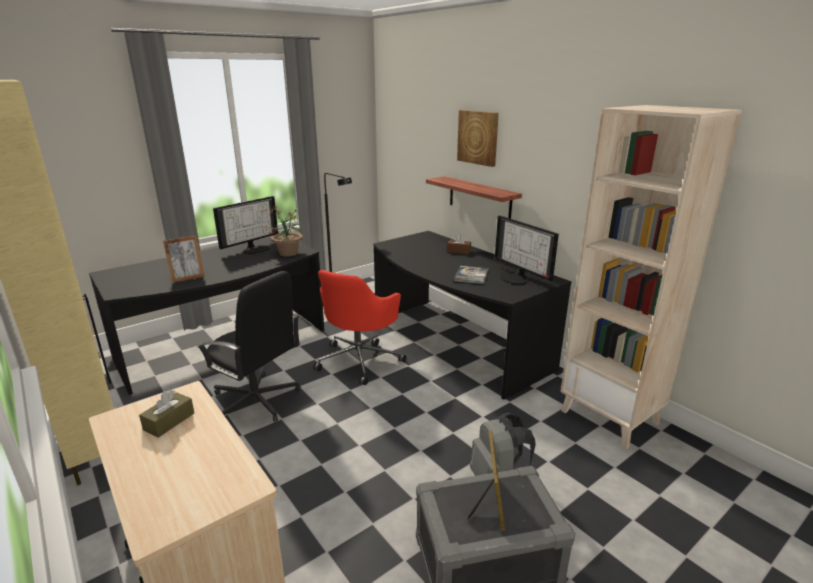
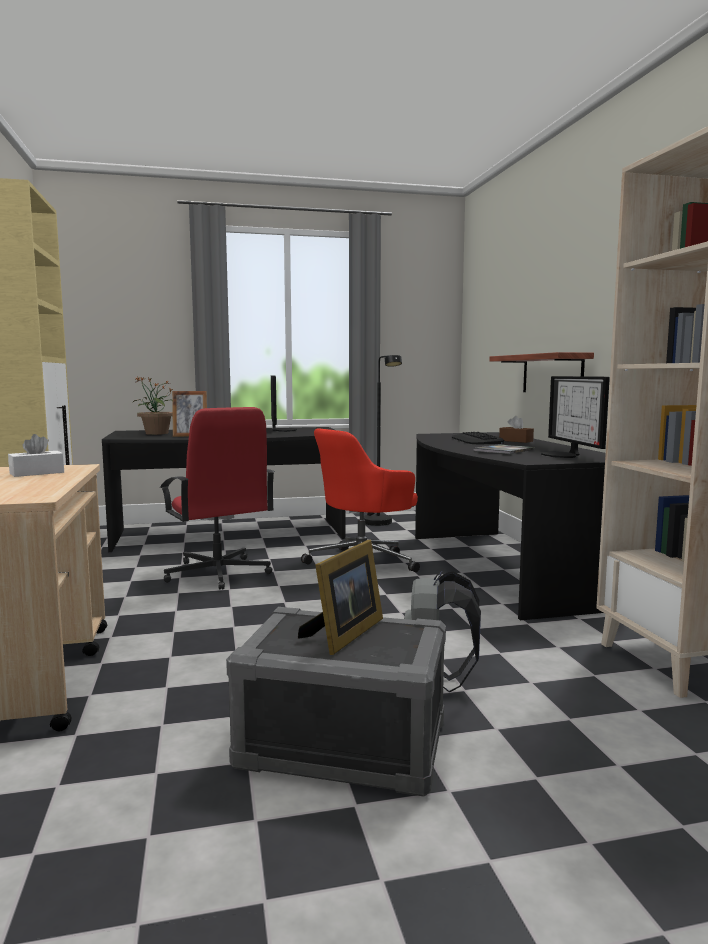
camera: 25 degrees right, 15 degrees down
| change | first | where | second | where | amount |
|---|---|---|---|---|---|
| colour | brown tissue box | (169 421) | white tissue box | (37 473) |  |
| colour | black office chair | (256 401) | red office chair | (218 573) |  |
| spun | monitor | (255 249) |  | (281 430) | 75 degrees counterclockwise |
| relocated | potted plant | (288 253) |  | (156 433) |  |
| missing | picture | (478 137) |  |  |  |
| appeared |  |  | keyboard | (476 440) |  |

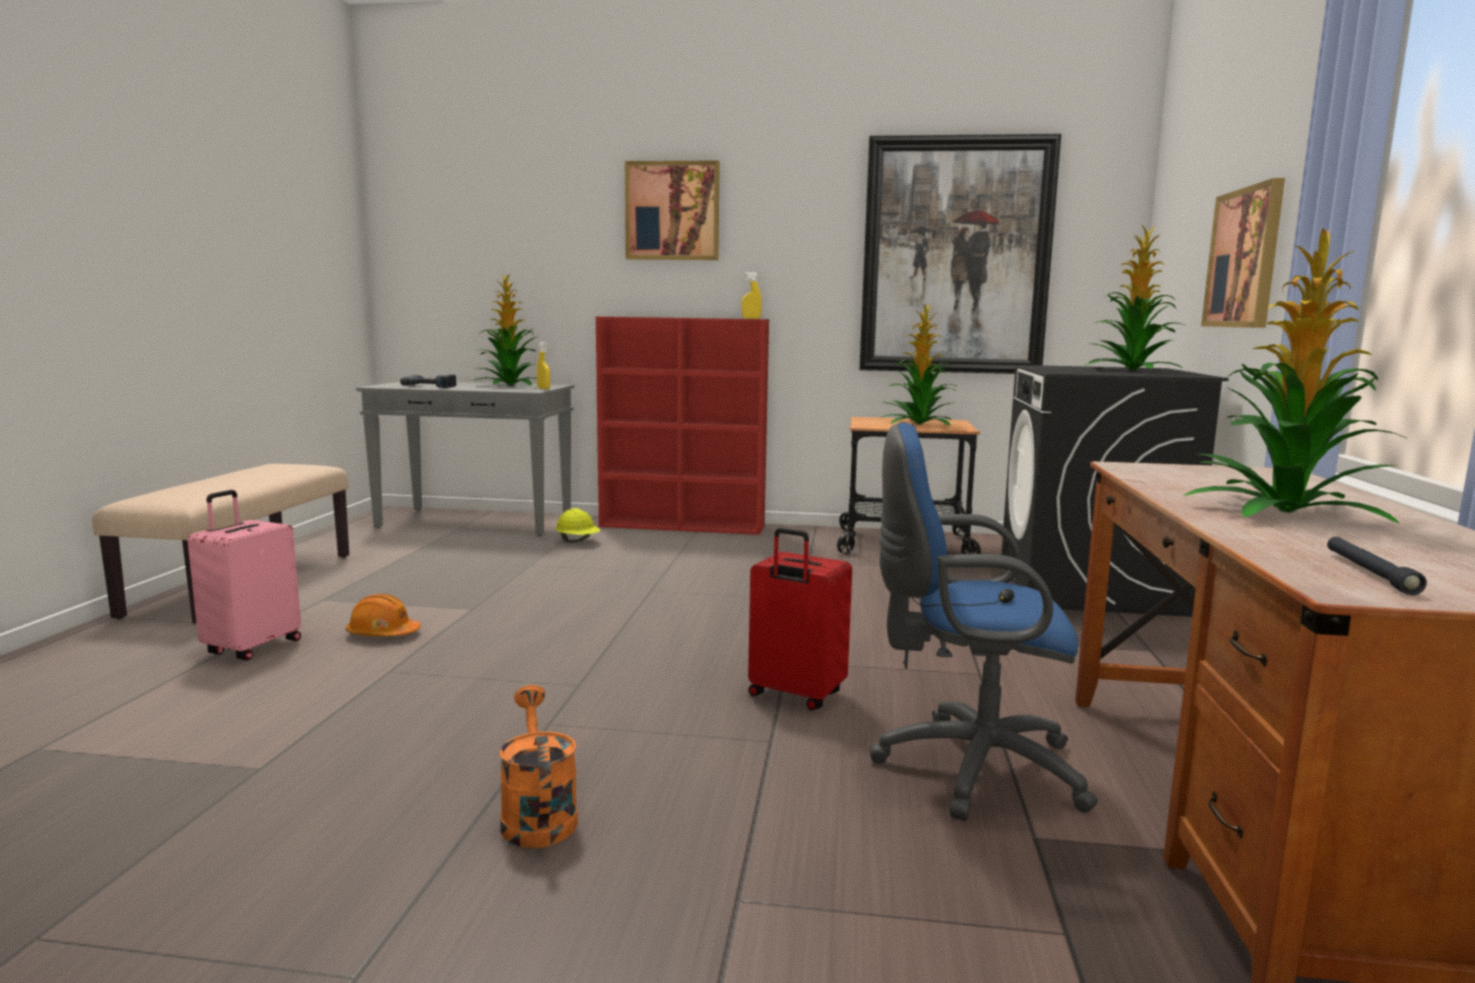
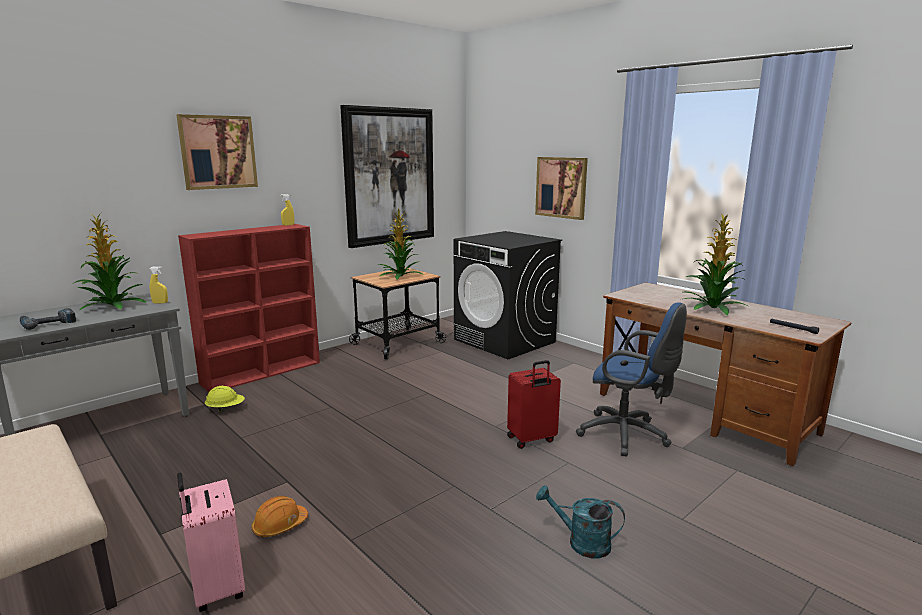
camera: 50 degrees left, 5 degrees up
| change | first | where | second | where | amount |
|---|---|---|---|---|---|
| colour | orange watering can | (537 815) | turquoise watering can | (581 543) |  |
| spun | blue office chair | (968 767) |  | (627 435) | 105 degrees counterclockwise |
| missing | potted plant | (1132 370) |  |  |  |

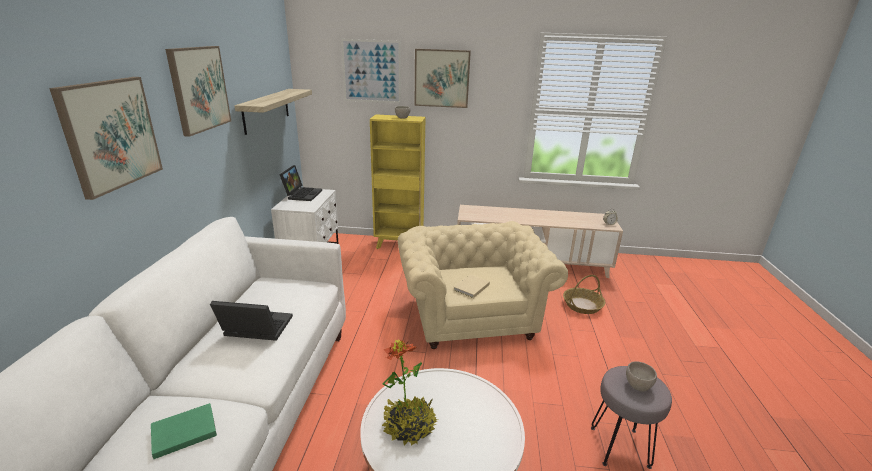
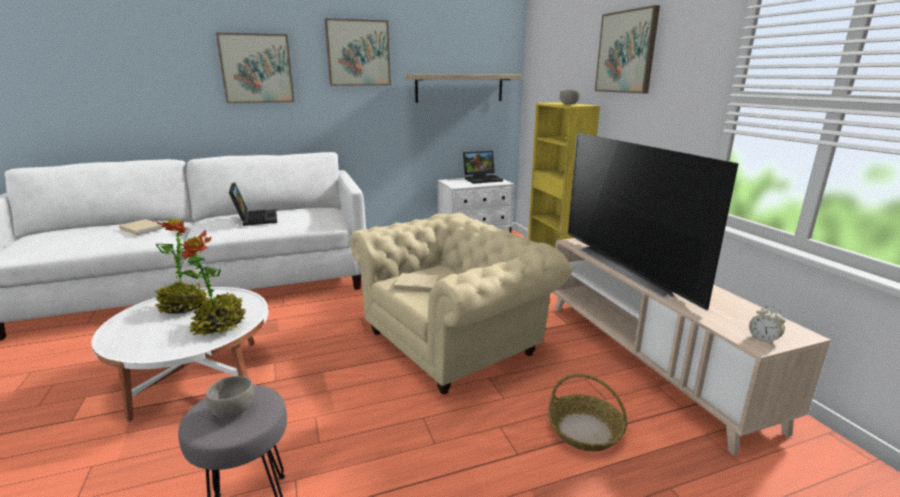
camera: 65 degrees right, 5 degrees down
| change | first | where | second | where | amount |
|---|---|---|---|---|---|
| colour | green book | (182 432) | beige book | (141 228) |  |
| missing | picture | (371 71) |  |  |  |
| appeared |  |  | potted plant | (219 325) |  |
| appeared |  |  | television | (630 268) |  |

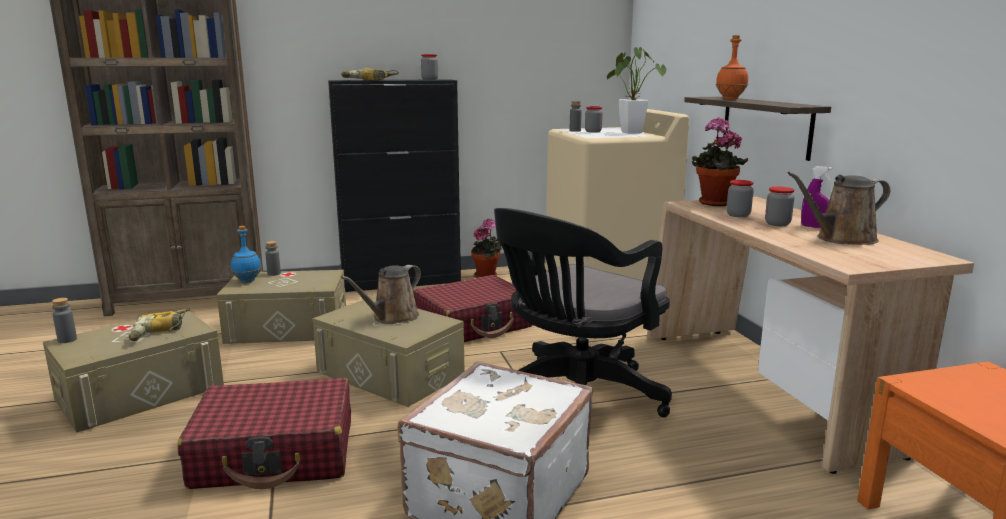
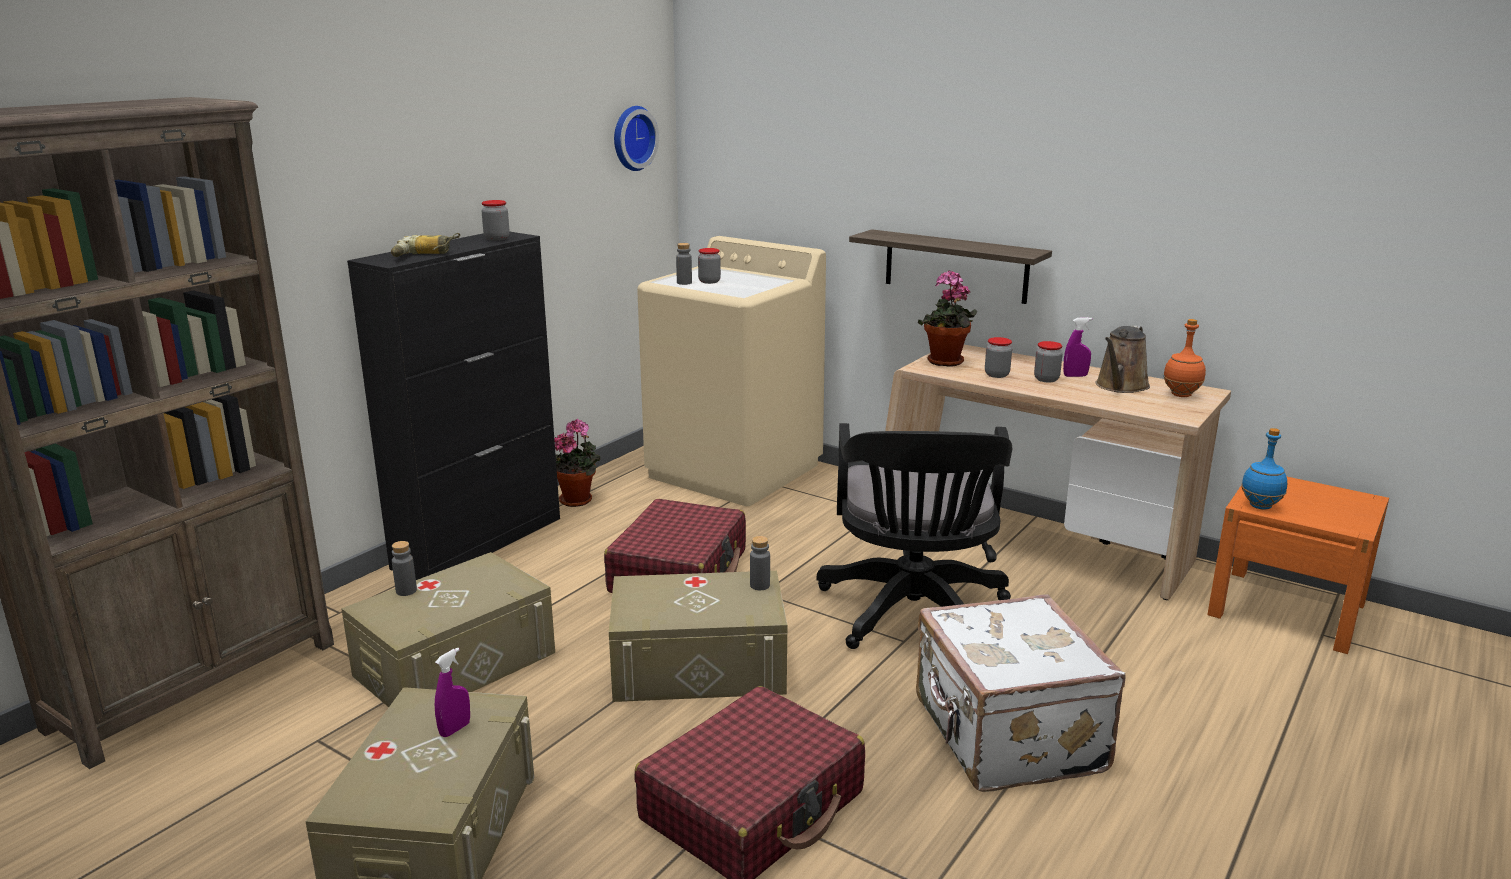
camera: 40 degrees left, 5 degrees up
| change | first | where | second | where | amount |
|---|---|---|---|---|---|
| relocated | grey bottle | (67 340) |  | (760 585) |  |
| exchanged | power drill | (160 331) | purple spray bottle | (455 729) |  |
| relocated | blue bottle | (247 281) |  | (1259 506) |  |
| missing | brown watering can | (392 317) |  |  |  |
| missing | potted plant | (629 132) |  |  |  |
| relocated | orange bottle | (730 99) |  | (1181 395) |  |
| appeared |  |  | wall clock | (631 138) |  |

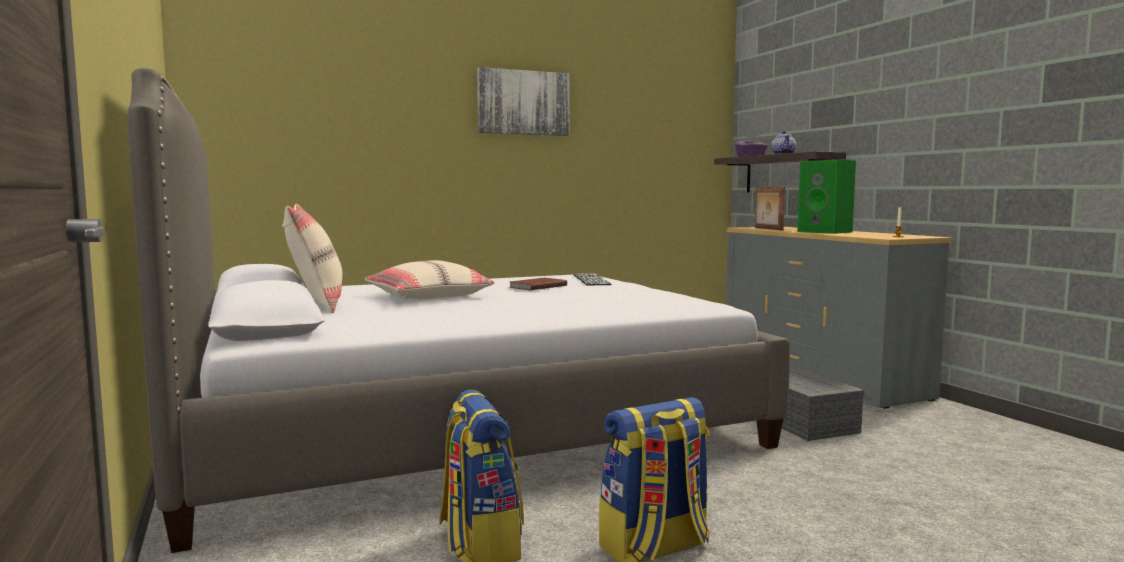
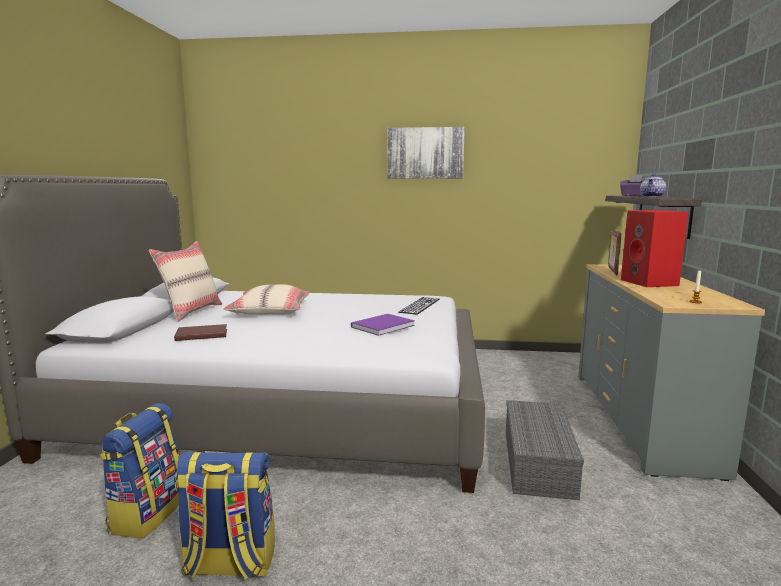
camera: 30 degrees right, 5 degrees up
| change | first | where | second | where | amount |
|---|---|---|---|---|---|
| relocated | brown book | (536 286) |  | (201 334) |  |
| colour | green speaker | (826 232) | red speaker | (650 283) |  |
| appeared |  |  | purple book | (380 326) |  |

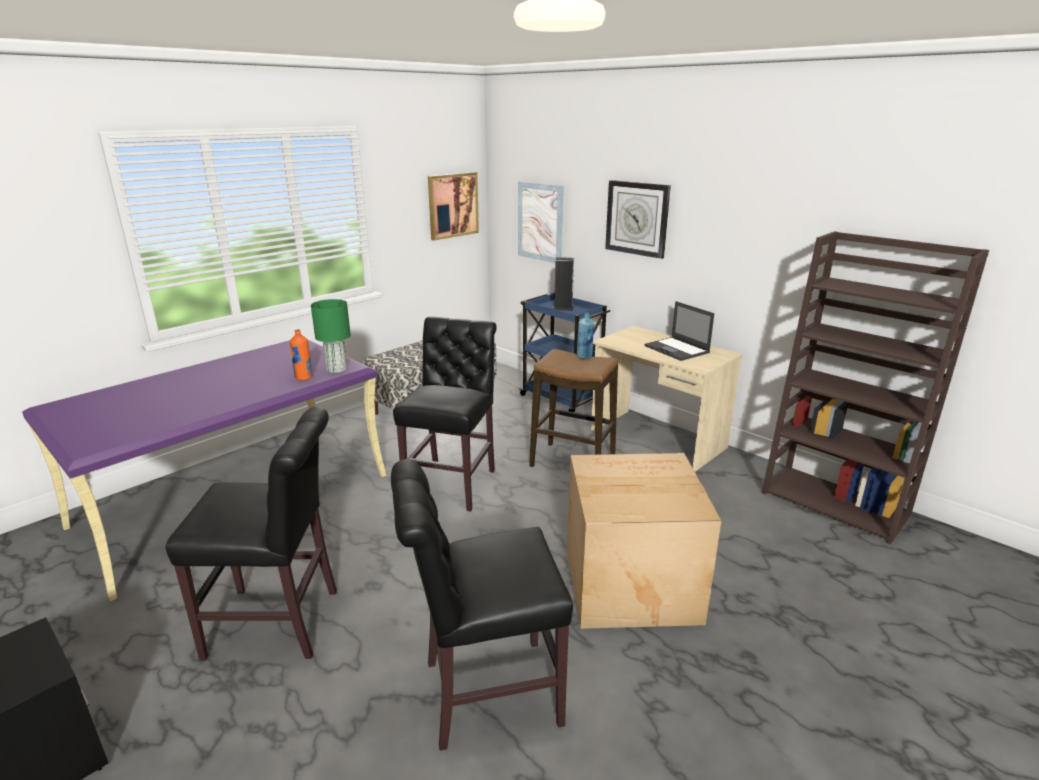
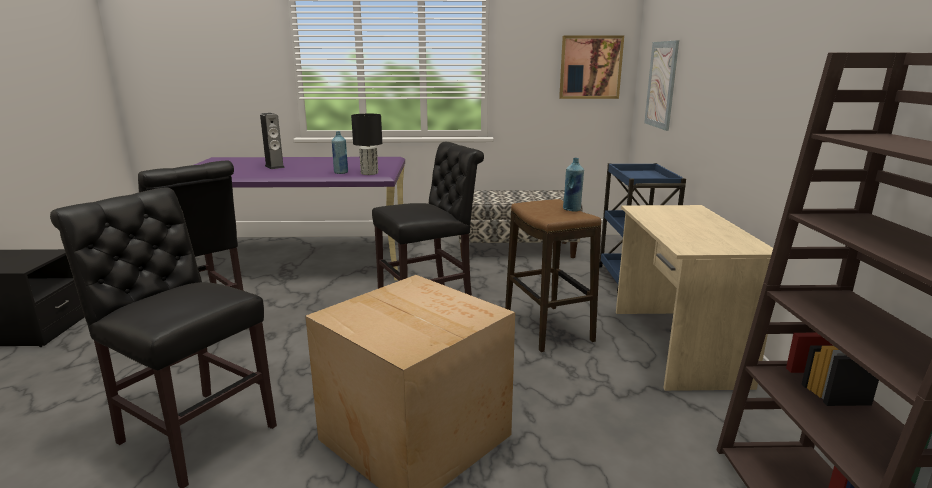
camera: 45 degrees right, 5 degrees down
| change | first | where | second | where | amount |
|---|---|---|---|---|---|
| colour | orange bottle | (303 378) | blue bottle | (341 172) |  |
| colour | green table lamp | (337 369) | black table lamp | (369 173) |  |
| relocated | speaker | (563 308) |  | (274 166) |  |
| missing | wall clock | (637 218) |  |  |  |
| missing | laptop | (677 349) |  |  |  |

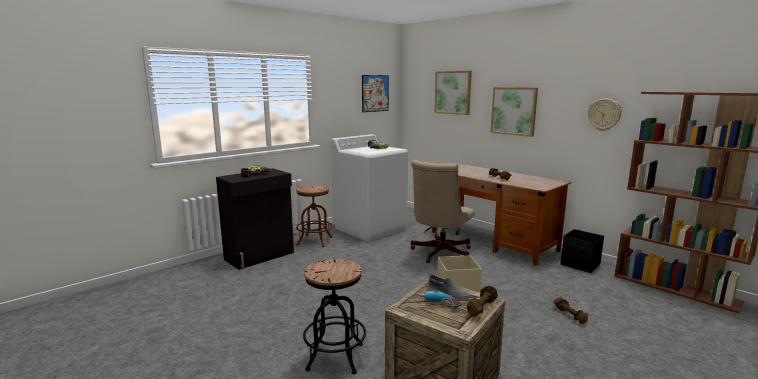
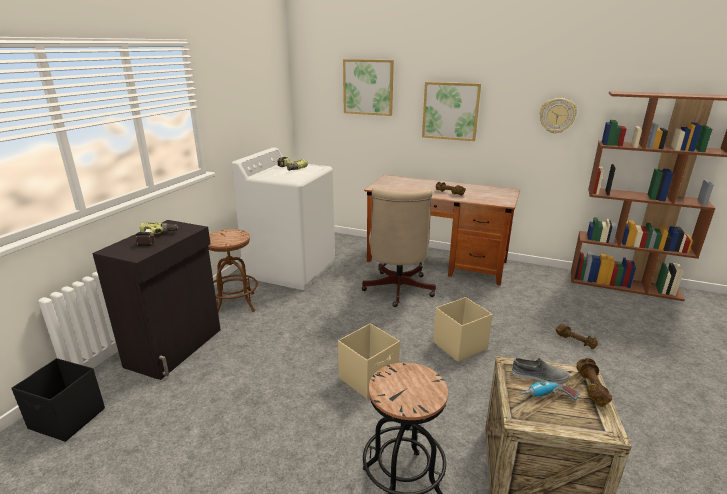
camera: 25 degrees left, 10 degrees up
| change | first | where | second | where | amount |
|---|---|---|---|---|---|
| missing | picture | (375 93) |  |  |  |
| relocated | black storage box | (580 265) |  | (67 419) |  |
| appeared |  |  | beige storage box | (369 378) |  |

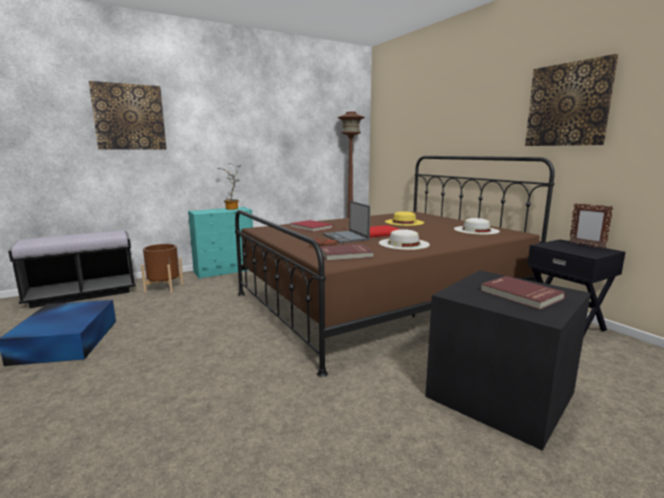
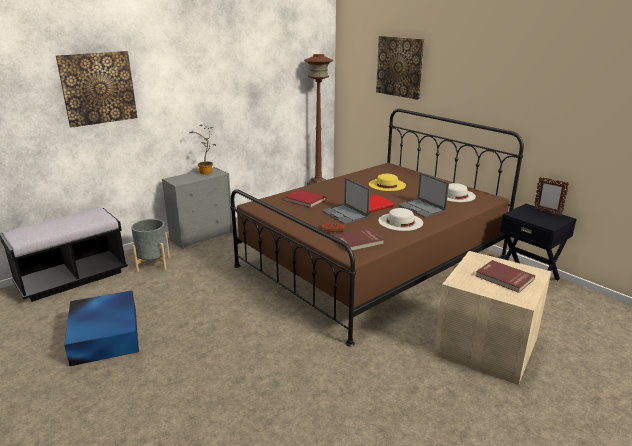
camera: 10 degrees left, 10 degrees up
| change | first | where | second | where | amount |
|---|---|---|---|---|---|
| colour | brown planter | (164 288) | grey planter | (153 263) |  |
| colour | turquoise dresser | (225 271) | grey dresser | (202 236) |  |
| colour | black storage box | (502 394) | beige storage box | (488 346) |  |
| relocated | picture | (568 105) |  | (400 67) |  |
| appeared |  |  | laptop | (422 208) |  |

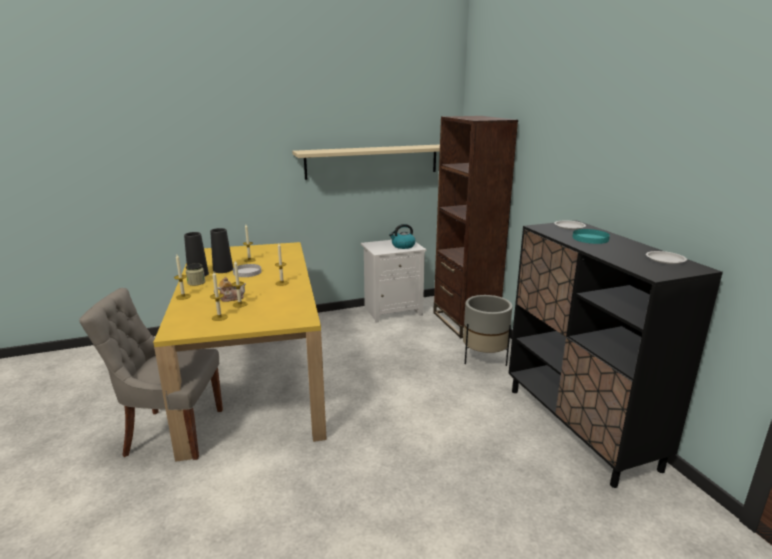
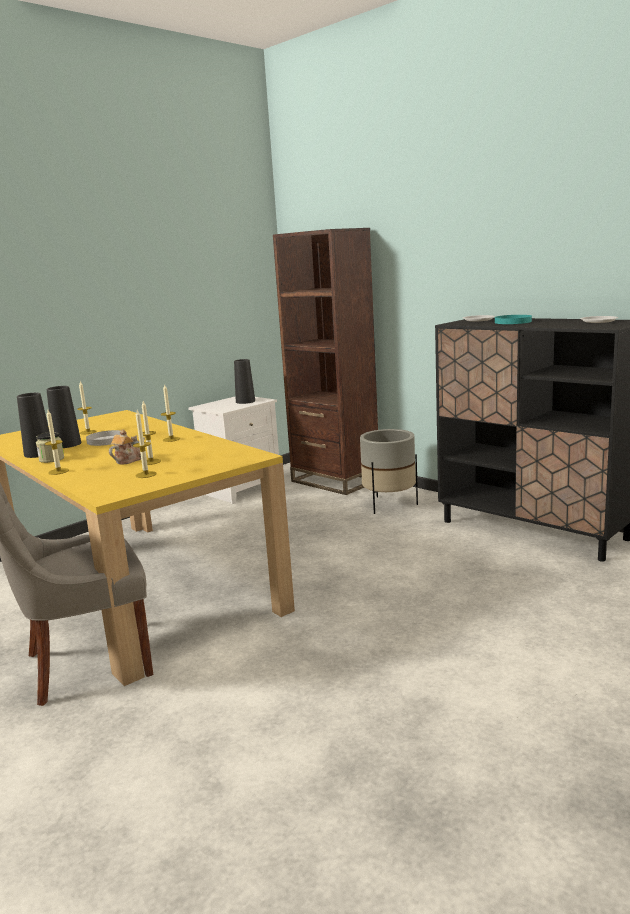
camera: 25 degrees left, 5 degrees down
| change | first | where | second | where | amount |
|---|---|---|---|---|---|
| missing | beige shelf | (372 161) |  |  |  |
| exchanged | kettle | (403 246) | black vase | (245 401) |  |

